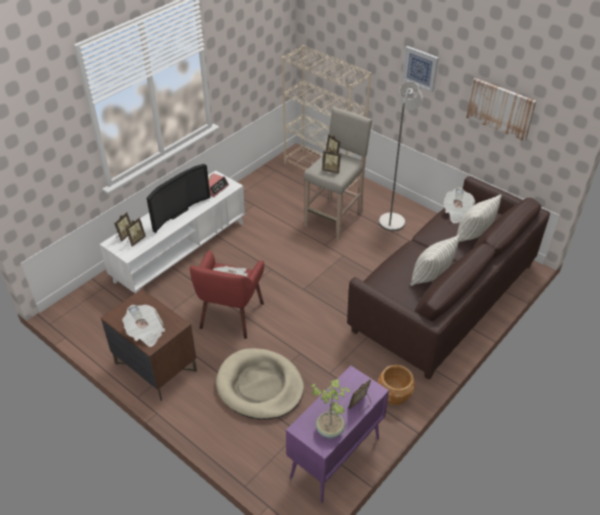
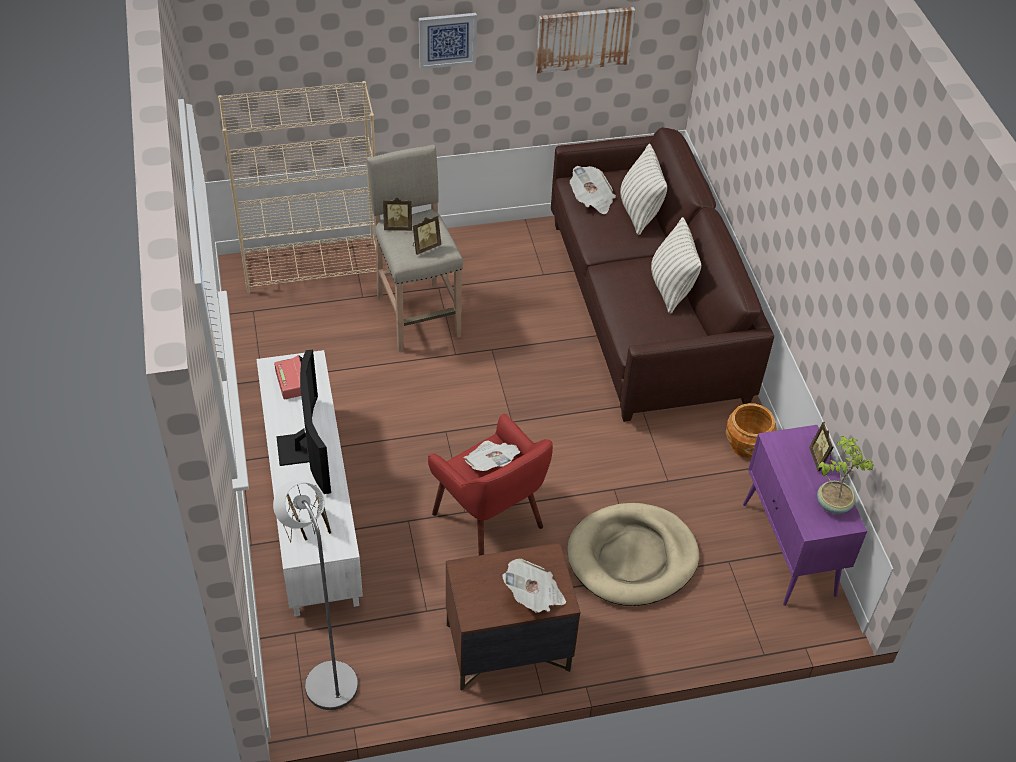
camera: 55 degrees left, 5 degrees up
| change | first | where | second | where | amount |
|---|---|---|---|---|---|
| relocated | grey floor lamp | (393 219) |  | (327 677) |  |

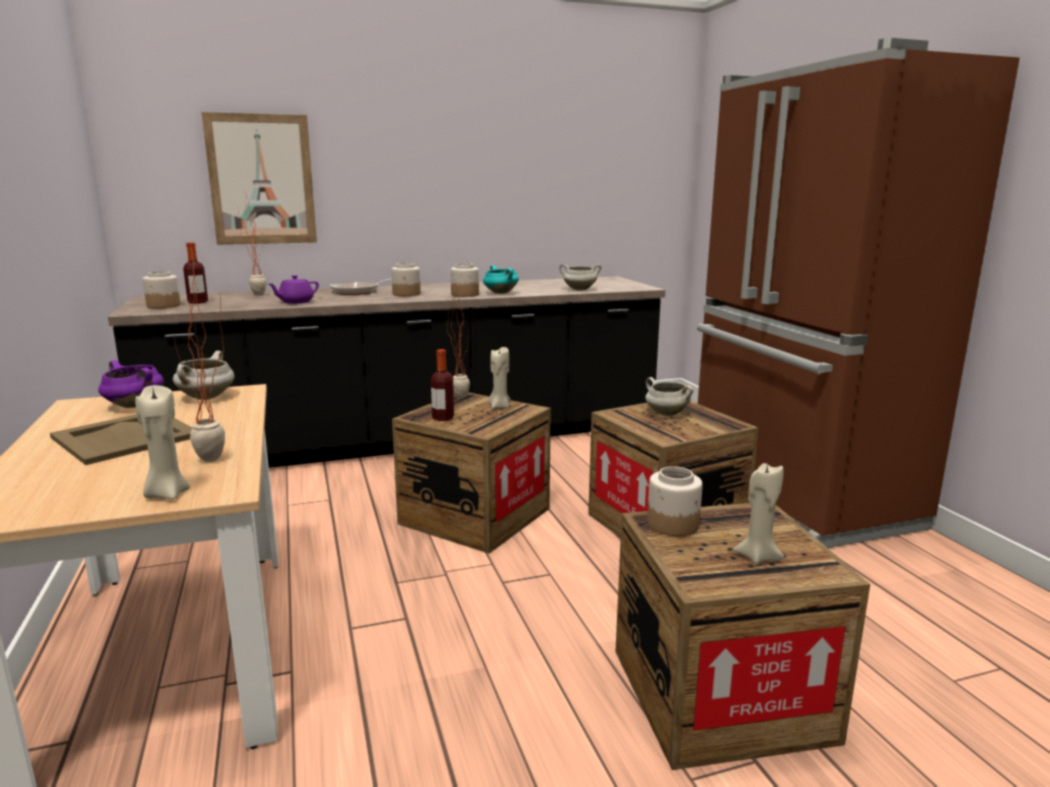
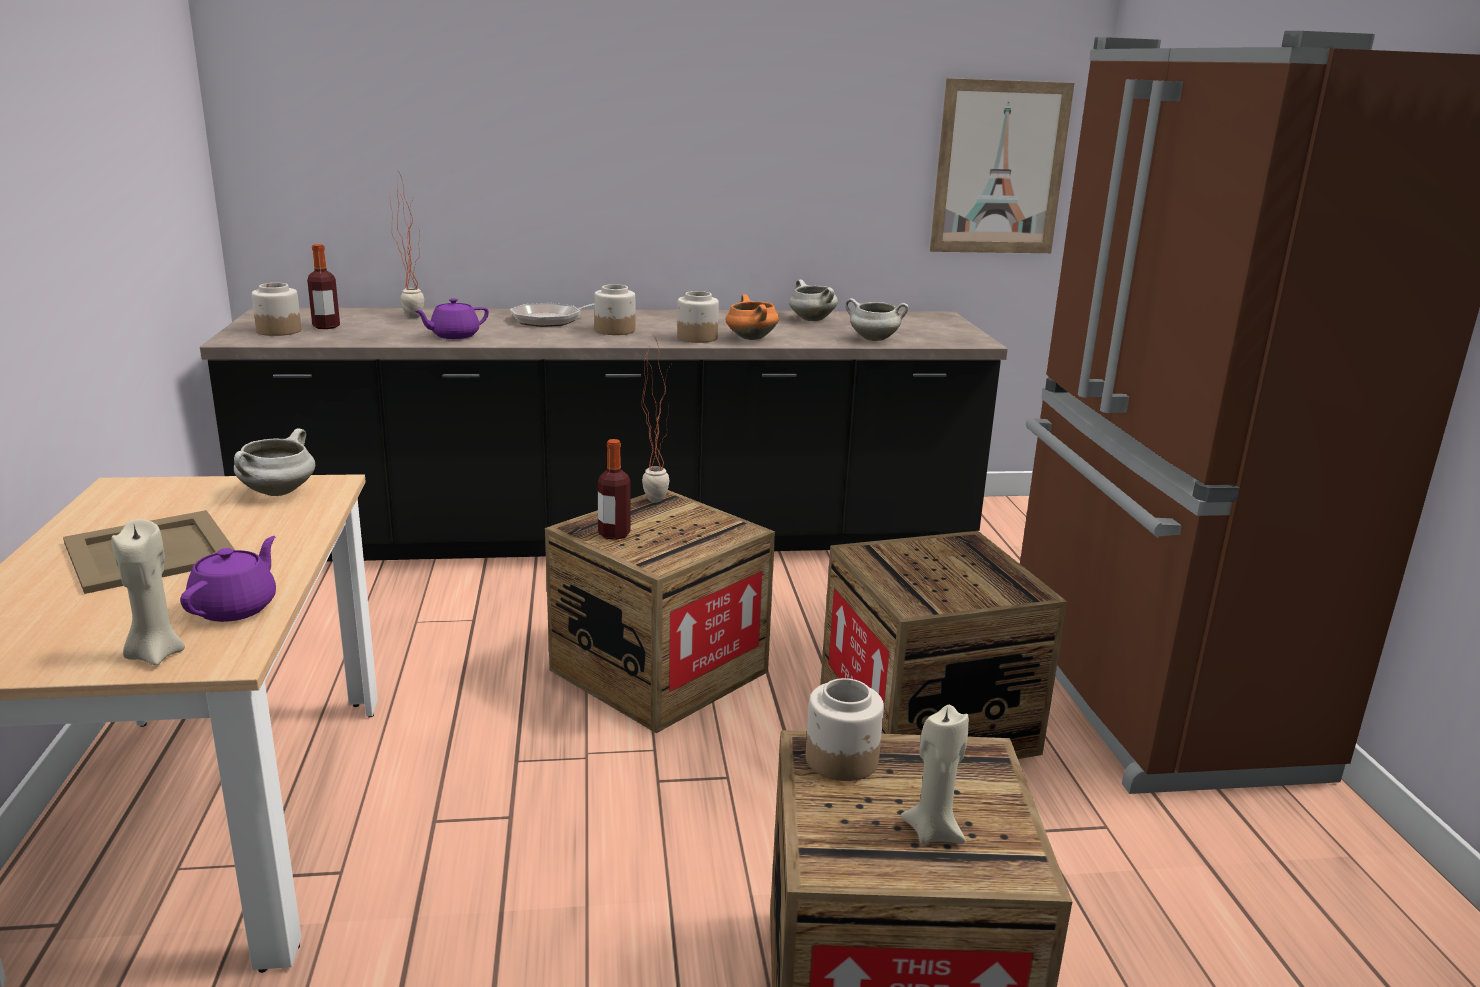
camera: 10 degrees right, 5 degrees up
| change | first | where | second | where | amount |
|---|---|---|---|---|---|
| missing | purple cooking pot | (133 406) |  |  |  |
| exchanged | potted plant | (215 462) | purple teapot | (236 608) |  |
| relocated | picture | (261 180) |  | (999 168) |  |
| colour | turquoise cooking pot | (500 293) | orange cooking pot | (750 338) |  |
| missing | beige candle | (499 406) |  |  |  |
| relocated | white cooking pot | (666 414) |  | (811 320) |  |

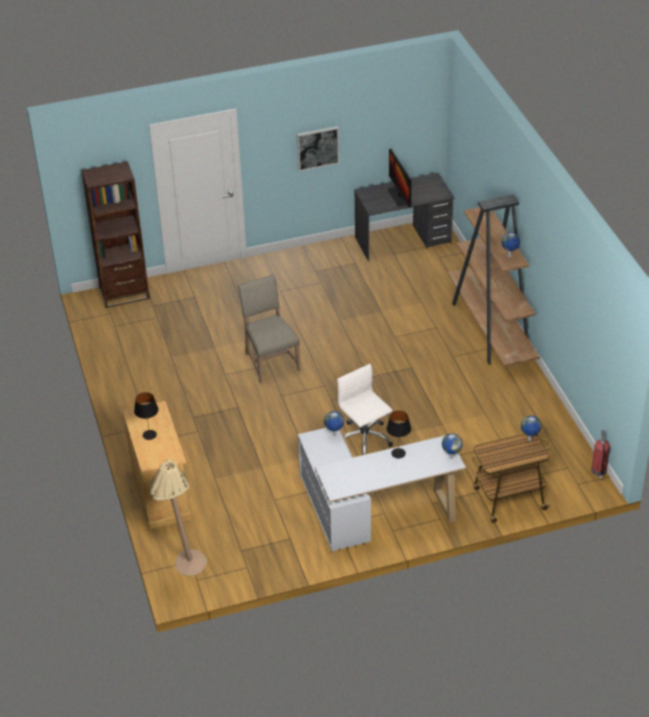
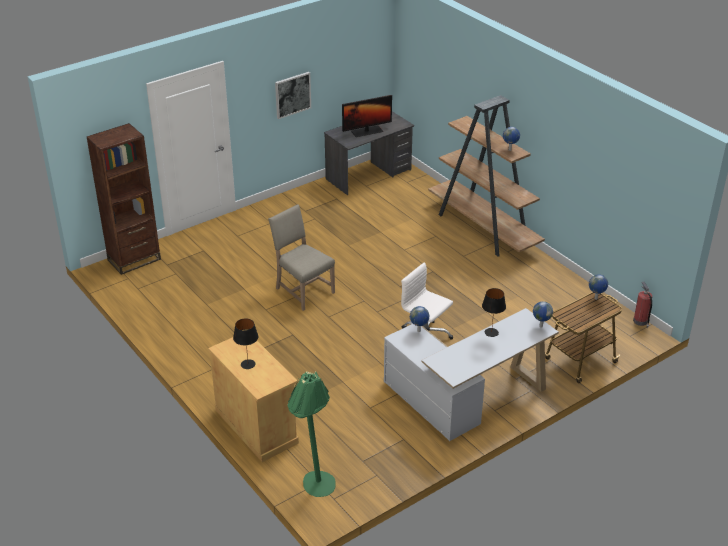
camera: 20 degrees left, 5 degrees down
| change | first | where | second | where | amount |
|---|---|---|---|---|---|
| colour | beige floor lamp | (183 566) | green floor lamp | (314 489) |  |
| spun | monitor | (399 196) |  | (367 131) | 75 degrees counterclockwise |

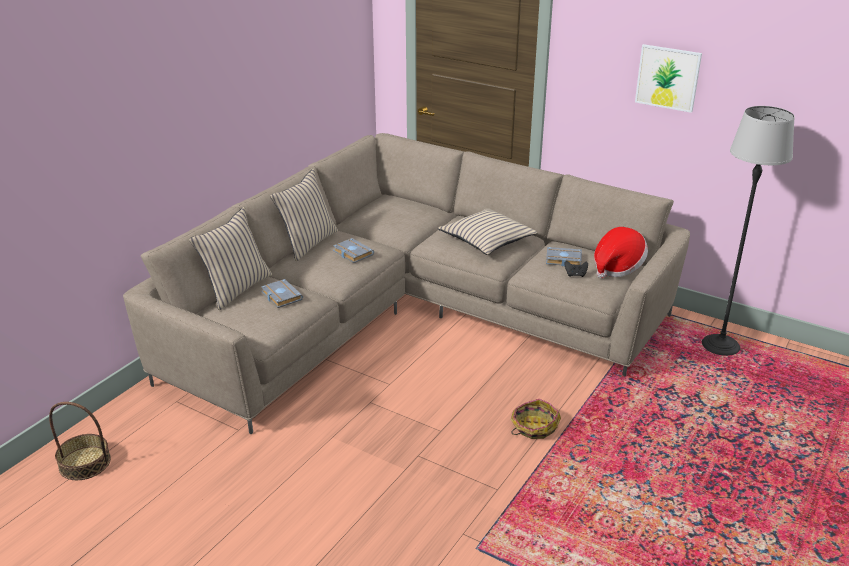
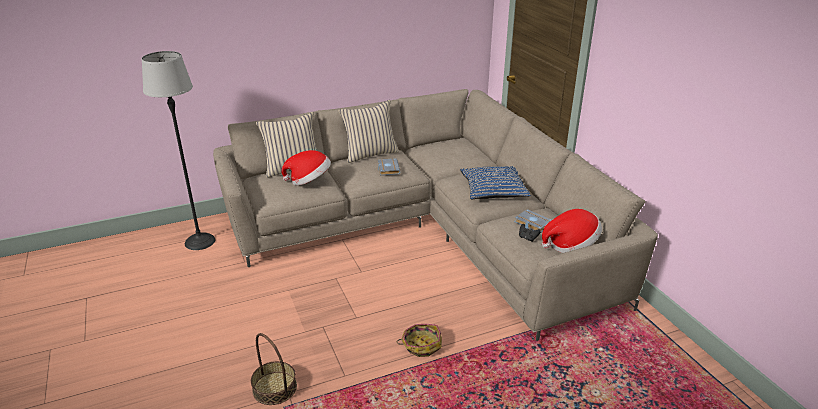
camera: 35 degrees right, 0 degrees up
| change | first | where | second | where | amount |
|---|---|---|---|---|---|
| relocated | basket | (85 463) |  | (275 388) |  |
| exchanged | grey book | (280 296) | hat | (309 181) |  |
| colour | beige pillow | (487 239) | blue pillow | (493 190) |  |
| missing | picture | (668 78) |  |  |  |
| relocated | floor lamp | (721 345) |  | (200 241) |  |

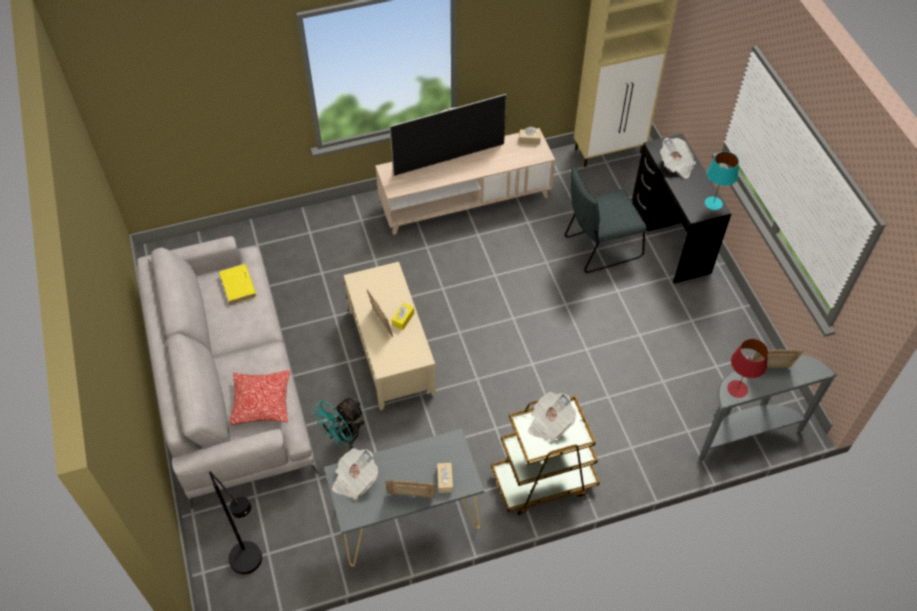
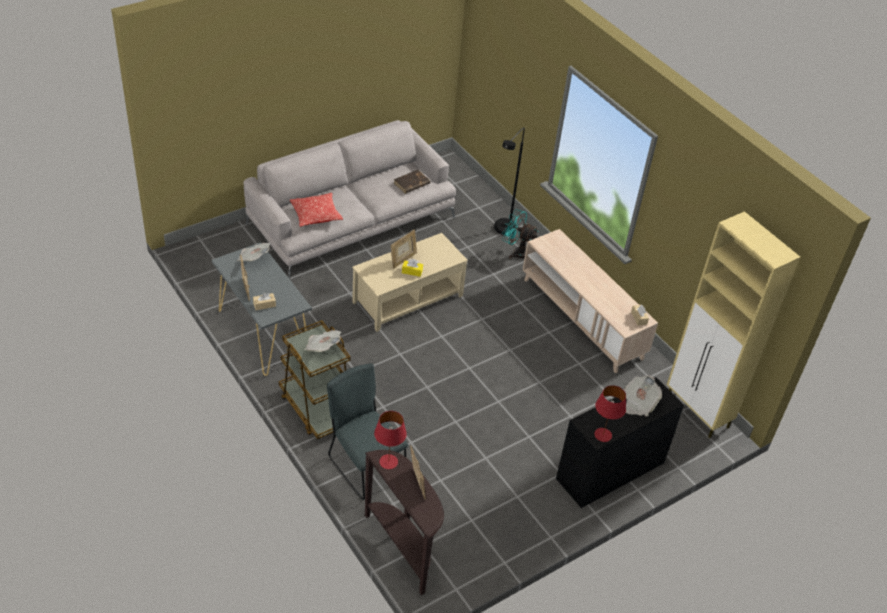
camera: 70 degrees right, 10 degrees down
| change | first | where | second | where | amount |
|---|---|---|---|---|---|
| relocated | black floor lamp | (252 564) |  | (502 231) |  |
| colour | yellow book | (238 286) | brown book | (411 183) |  |
| relocated | turquoise fan | (343 437) |  | (517 252) |  |
| missing | television | (449 159) |  |  |  |
| relocated | grey chair | (599 248) |  | (364 464) |  |
| colour | grey console table | (744 433) | brown console table | (404 547) |  |
| colour | turquoise table lamp | (713 203) | red table lamp | (603 435) |  |

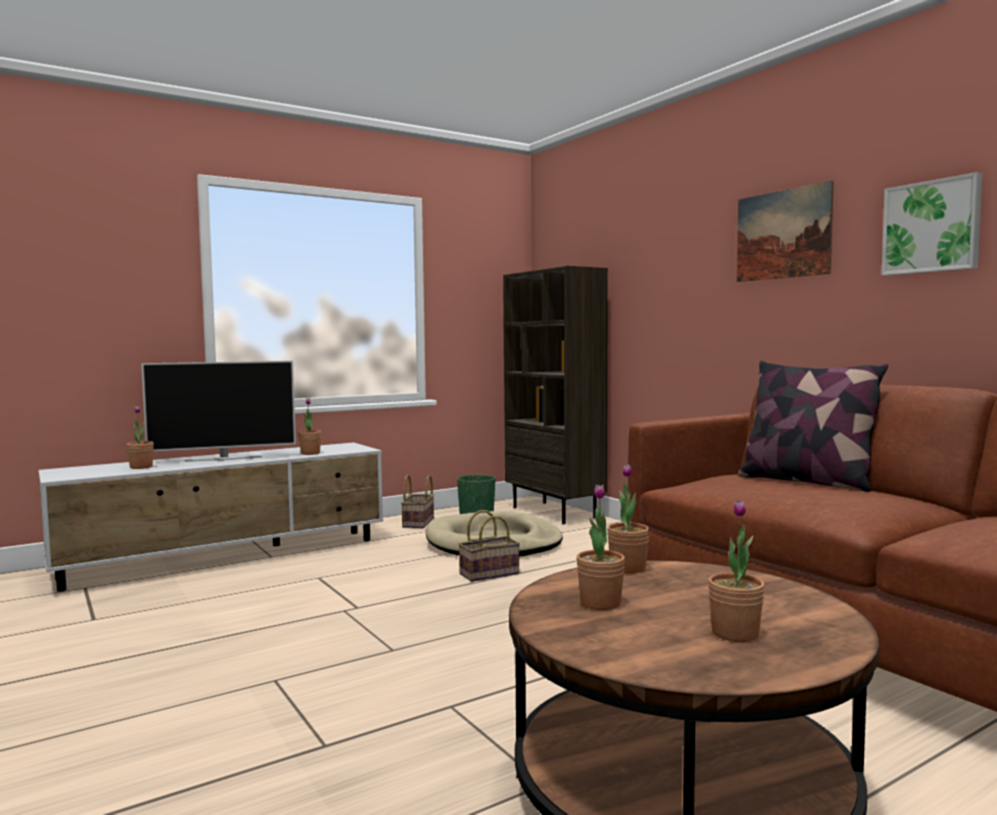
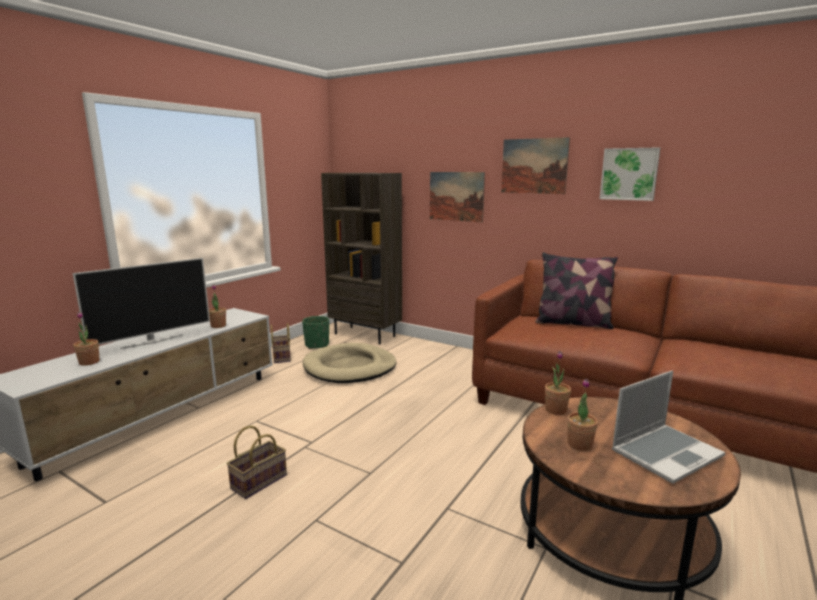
camera: 25 degrees left, 10 degrees up
| change | first | where | second | where | amount |
|---|---|---|---|---|---|
| relocated | basket | (490 573) |  | (259 480) |  |
| exchanged | potted plant | (735 634) | laptop | (665 453) |  |
| appeared |  |  | picture | (456 196) |  |

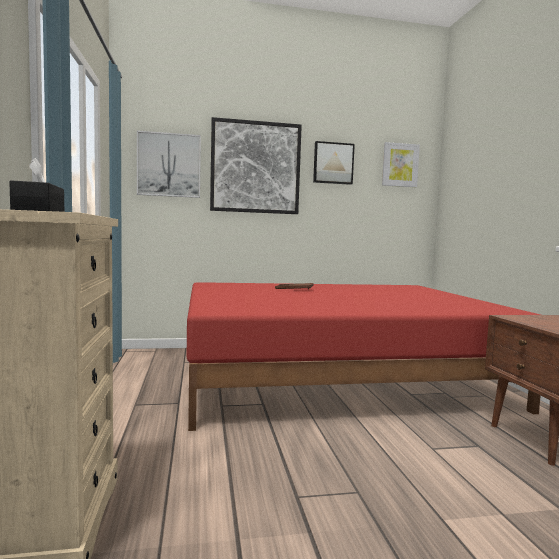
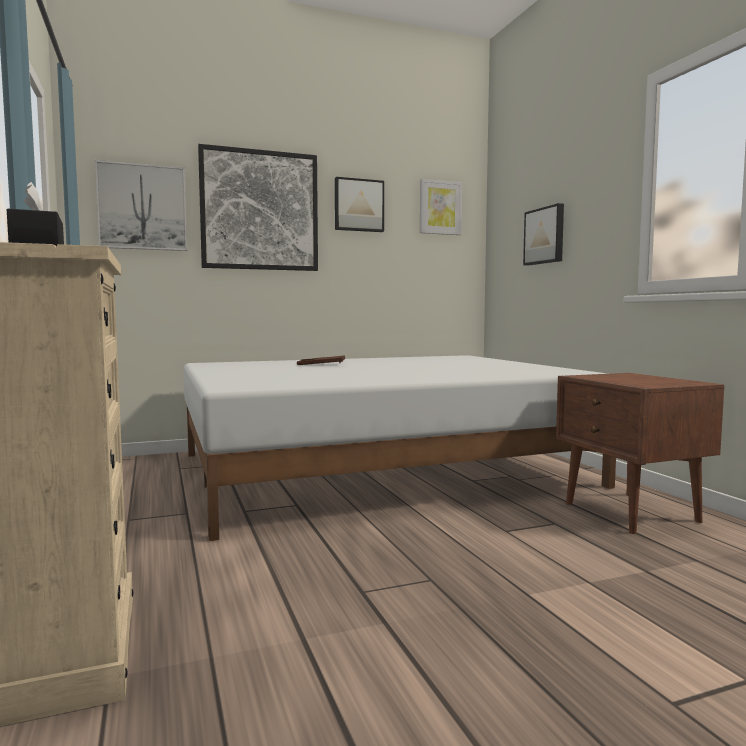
camera: 10 degrees left, 0 degrees up
| change | first | where | second | where | amount |
|---|---|---|---|---|---|
| colour | red bed | (335 377) | white bed | (379 469) |  |
| appeared |  |  | picture | (545 236) |  |

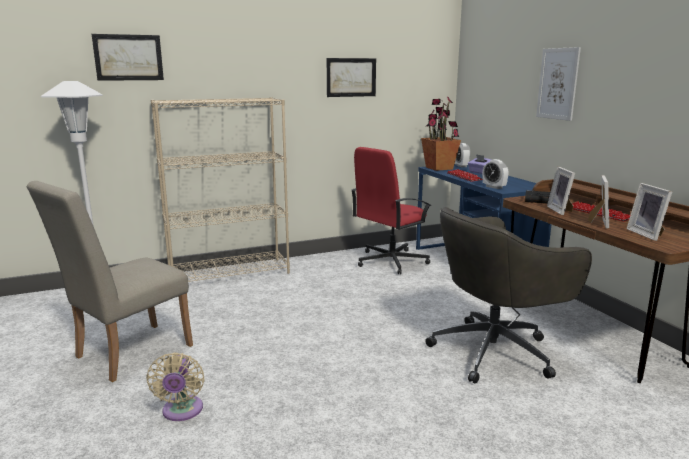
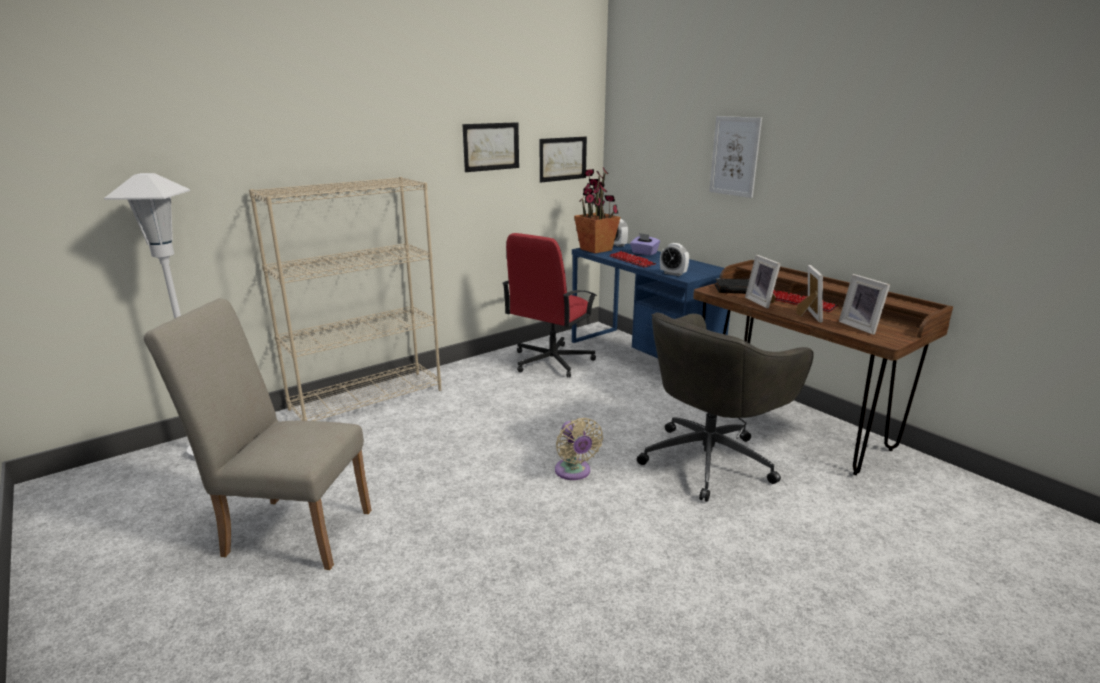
camera: 15 degrees left, 5 degrees up
| change | first | where | second | where | amount |
|---|---|---|---|---|---|
| spun | beige chair | (126 354) |  | (289 530) | 75 degrees clockwise |
| relocated | picture | (128 57) |  | (563 159) |  |
| relocated | beige fan | (182 412) |  | (574 472) |  |

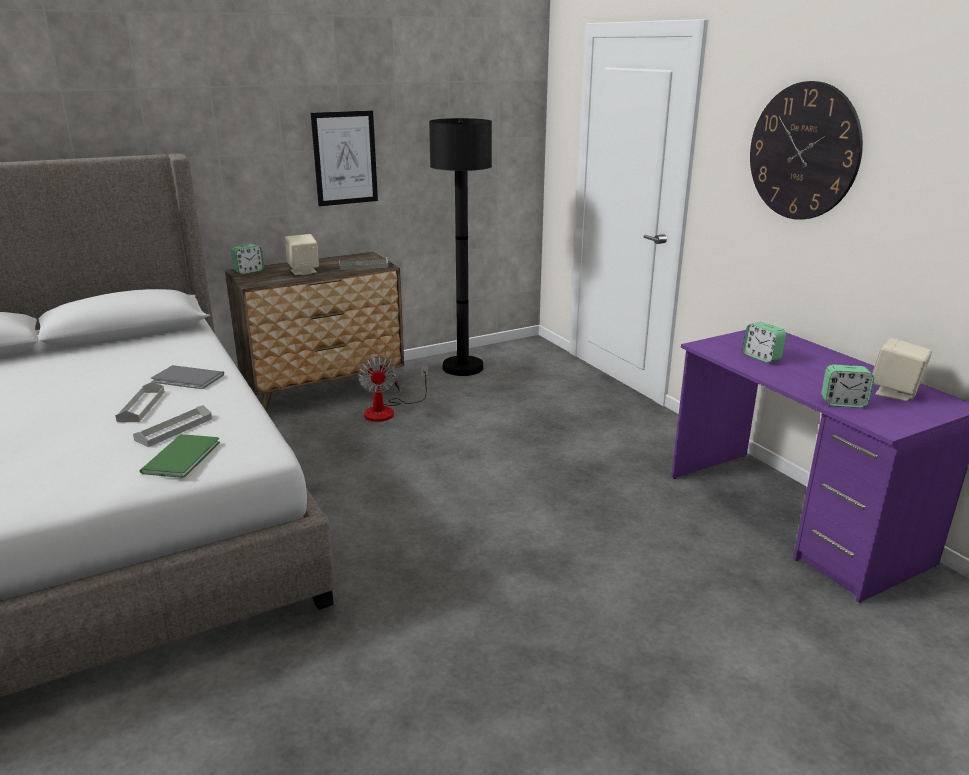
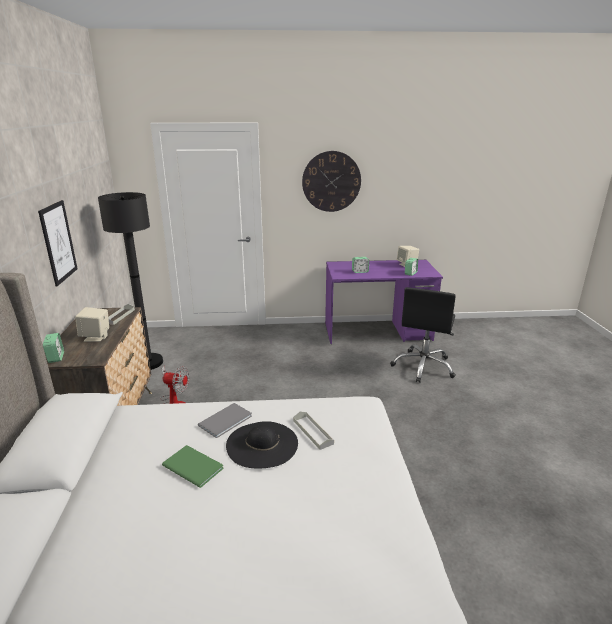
camera: 65 degrees left, 0 degrees up
| change | first | where | second | where | amount |
|---|---|---|---|---|---|
| exchanged | grey tray | (141 406) | black hat | (262 444) |  |
| relocated | green book | (185 456) |  | (193 465) |  |
| appeared |  |  | black office chair | (423 366) |  |

